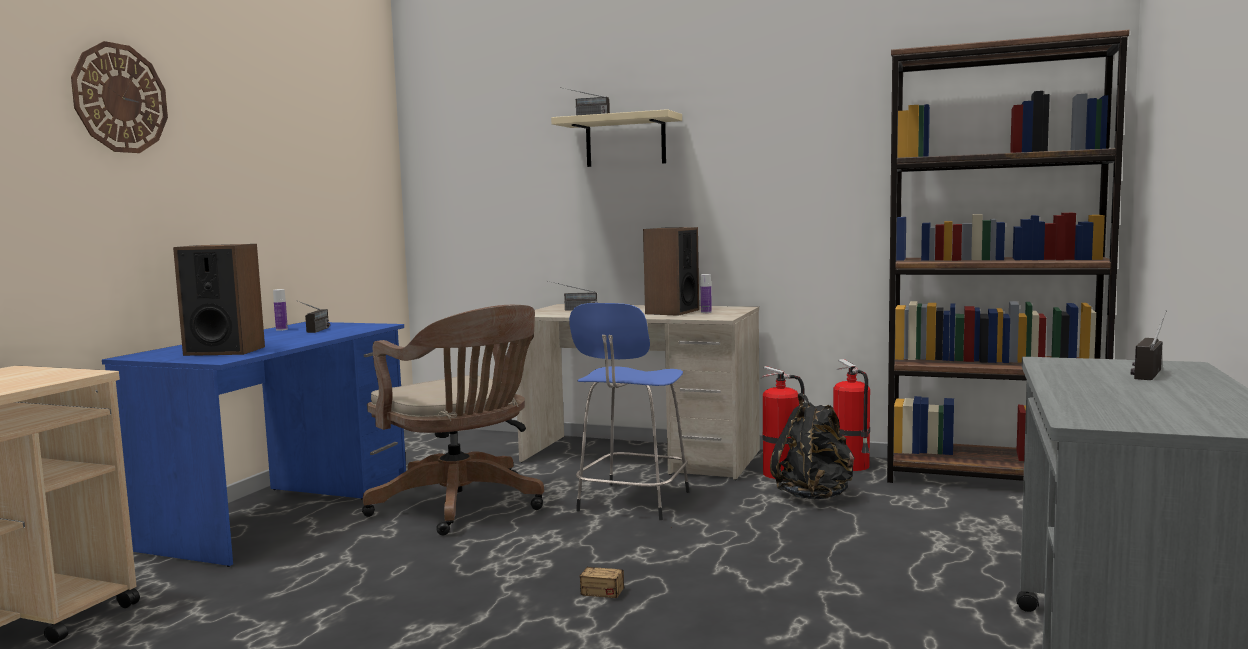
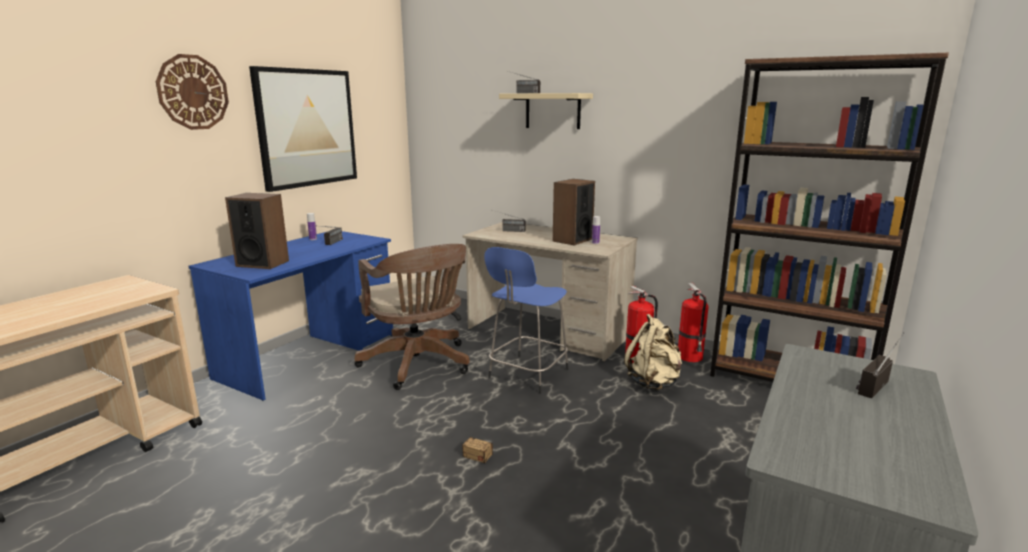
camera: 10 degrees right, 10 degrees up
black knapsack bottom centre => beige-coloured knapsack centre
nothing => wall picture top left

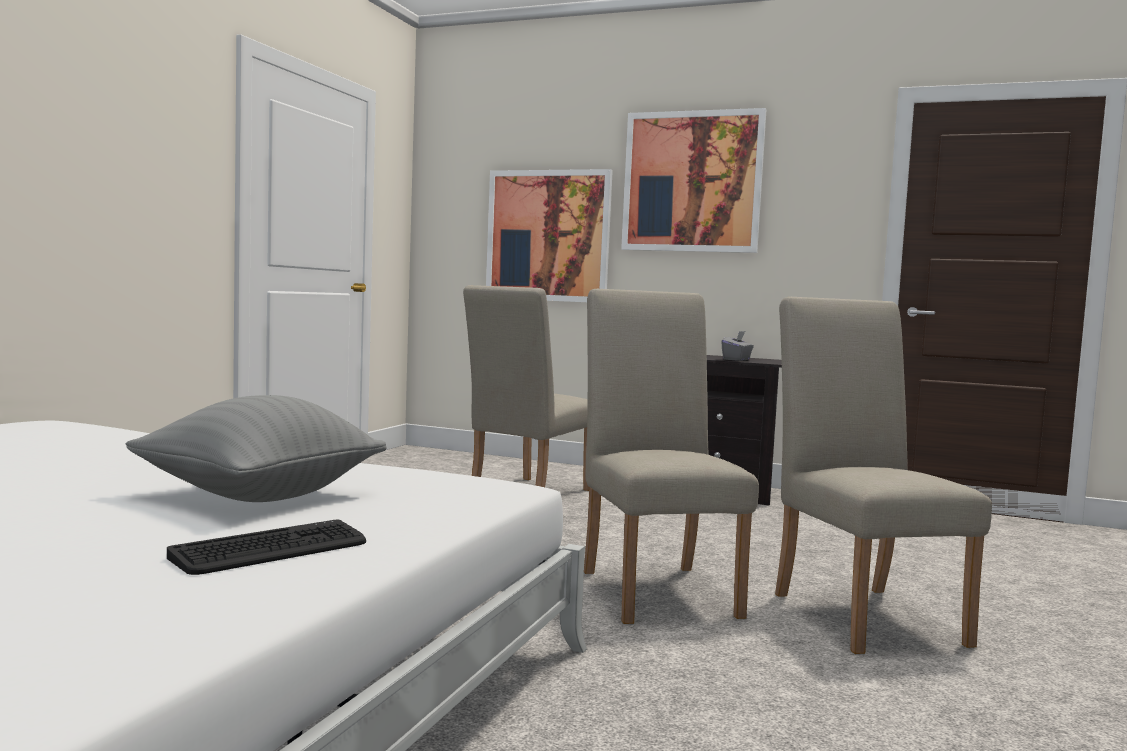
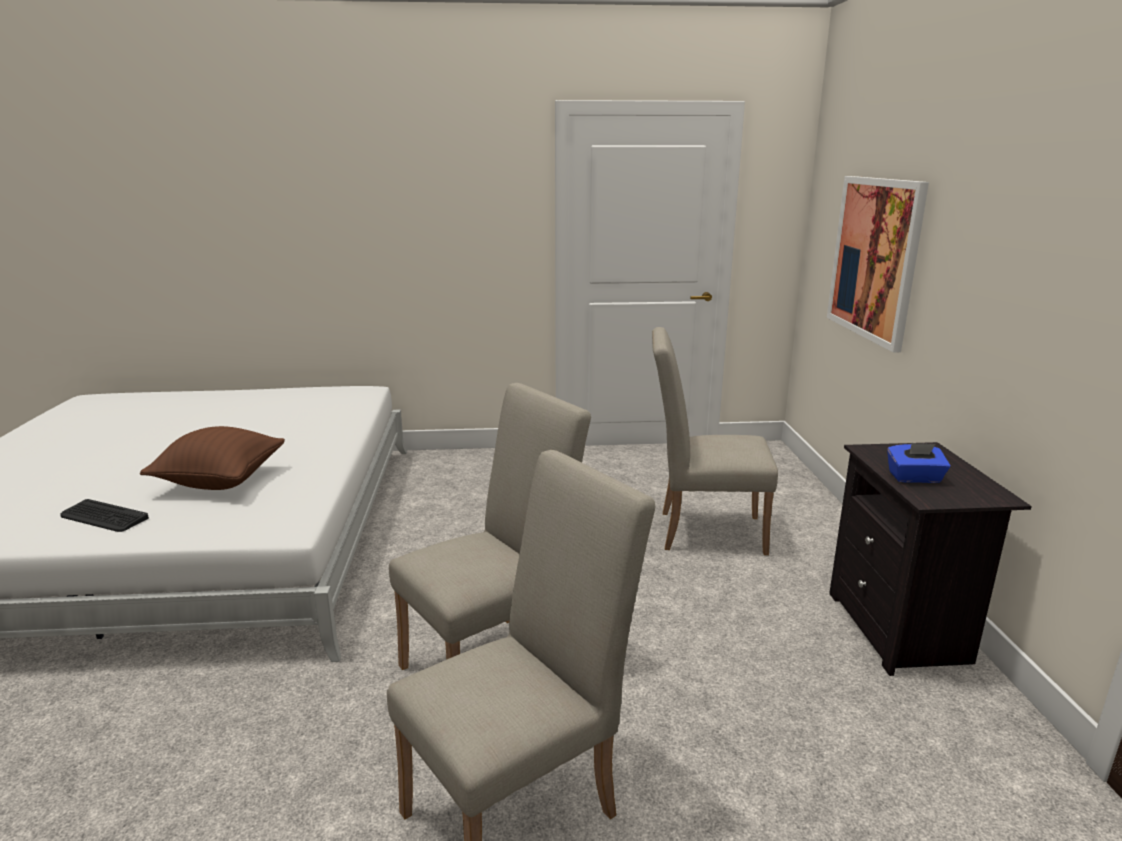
camera: 65 degrees right, 15 degrees up
gray cushion middle left => brownish cushion middle left
wall picture (no. 2 from left) top centre => nothing
gray tissue box centre => blue-coloured tissue box middle right

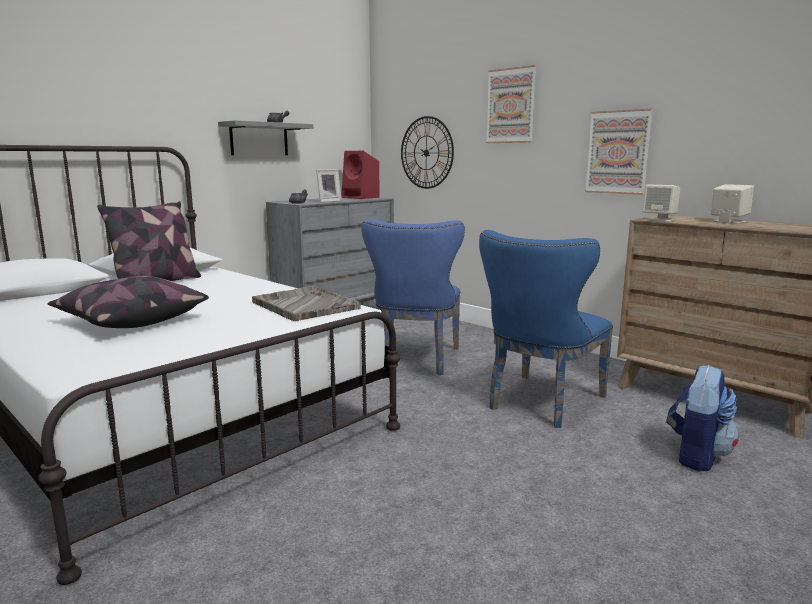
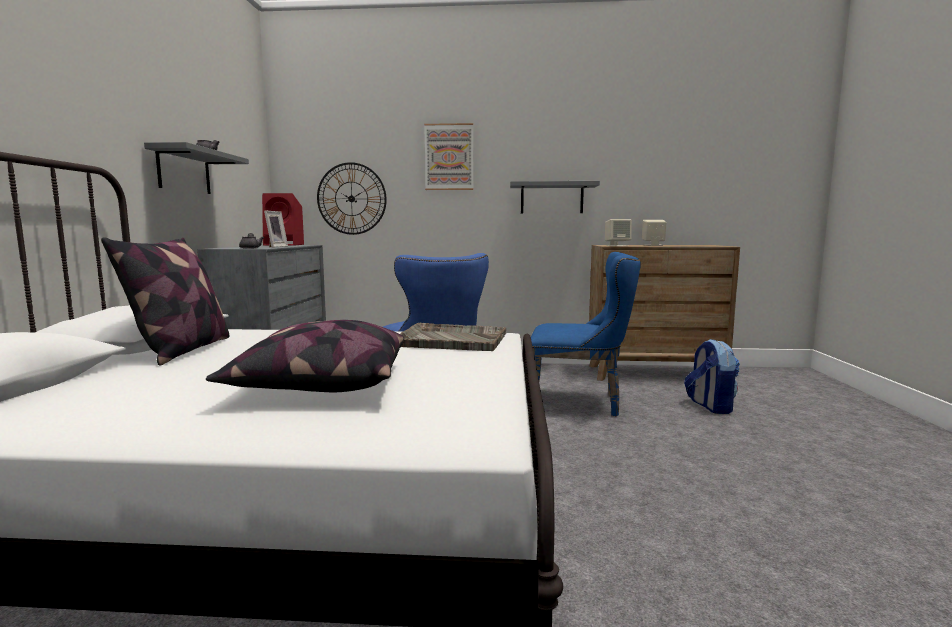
camera: 40 degrees left, 5 degrees down
blue-coloured chair (no. 2 from left) middle right => blue-coloured chair (no. 2 from left) centre, 75 degrees counterclockwise
wall picture (no. 2 from left) top right => gray wall shelf (no. 2 from left) top centre

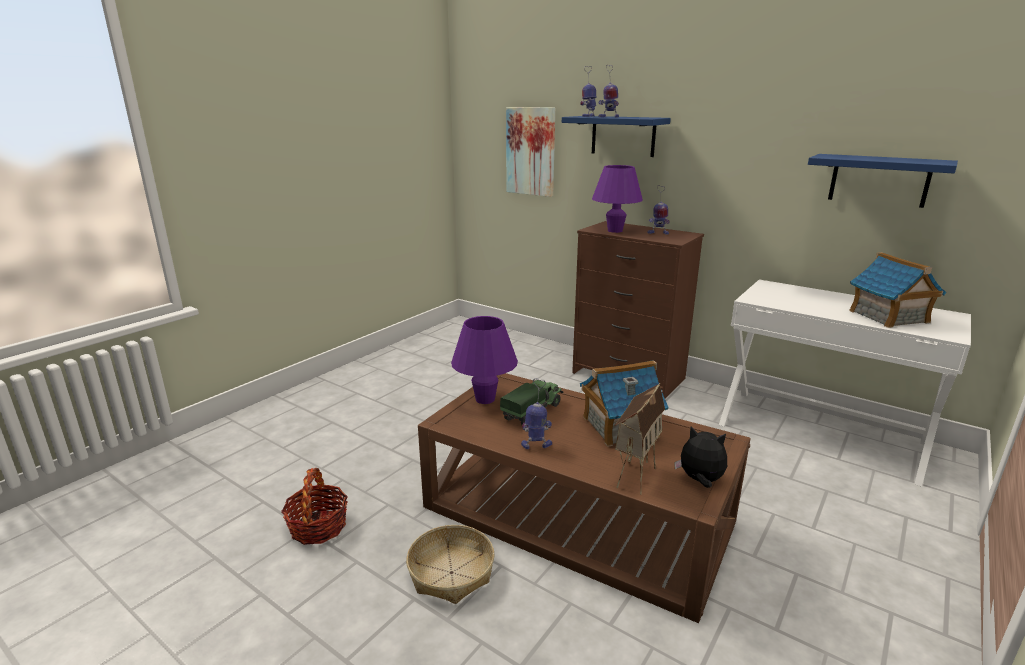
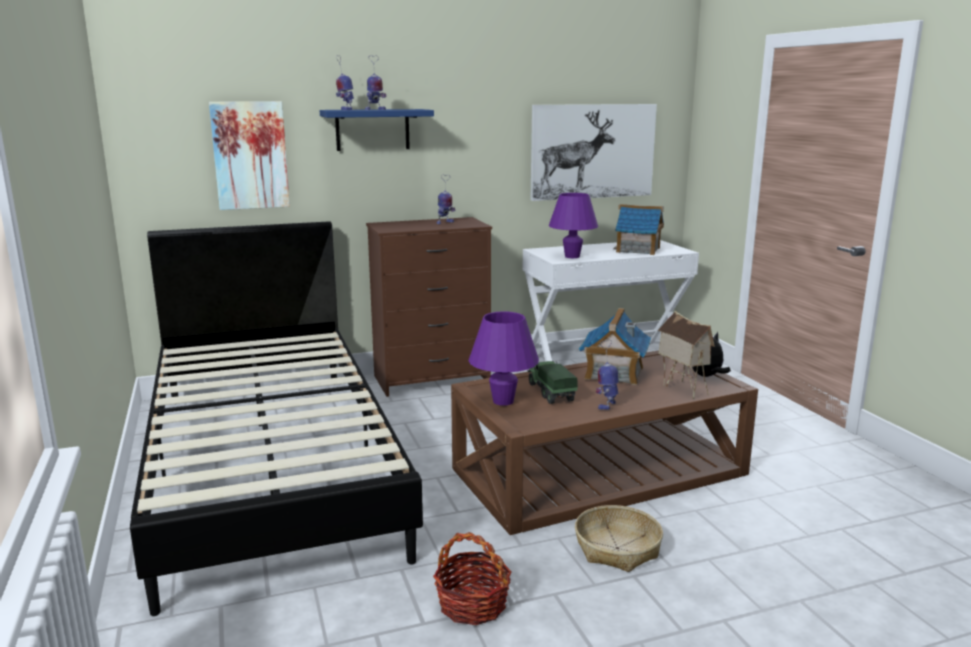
camera: 55 degrees left, 5 degrees down
purplish tabletop lamp (no. 2 from left) top centre => purplish tabletop lamp (no. 2 from left) centre, shifted
blue-coloured wall shelf (no. 2 from left) top right => wall picture (no. 2 from left) top centre
nothing => black bed middle left

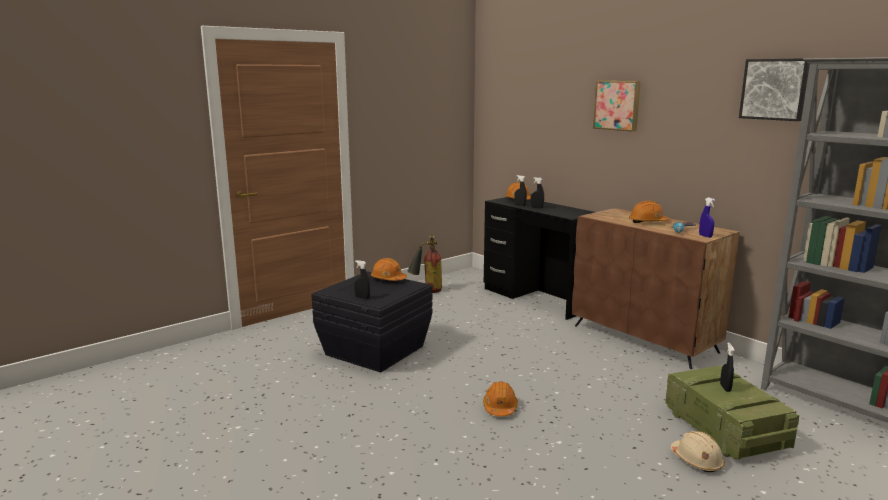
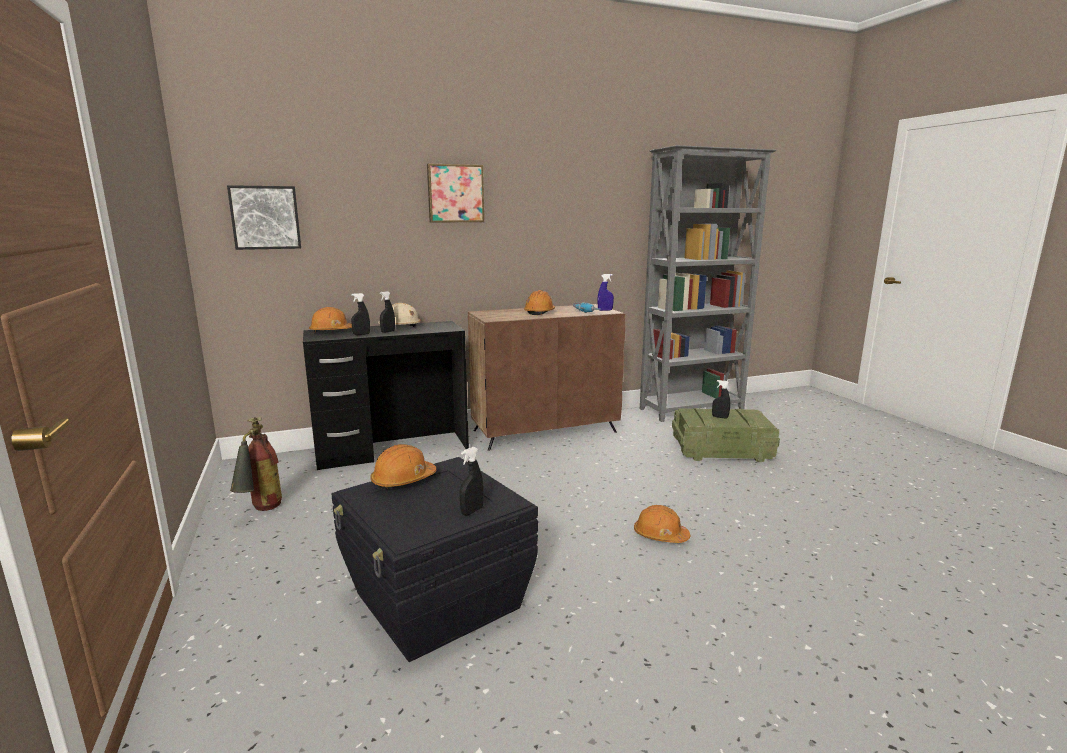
camera: 70 degrees left, 0 degrees up
beige-coloured hard hat bottom right => beige-coloured hard hat centre, shifted
wall picture (no. 2 from left in the first image) top right => wall picture (no. 1 from left) top left, shifted

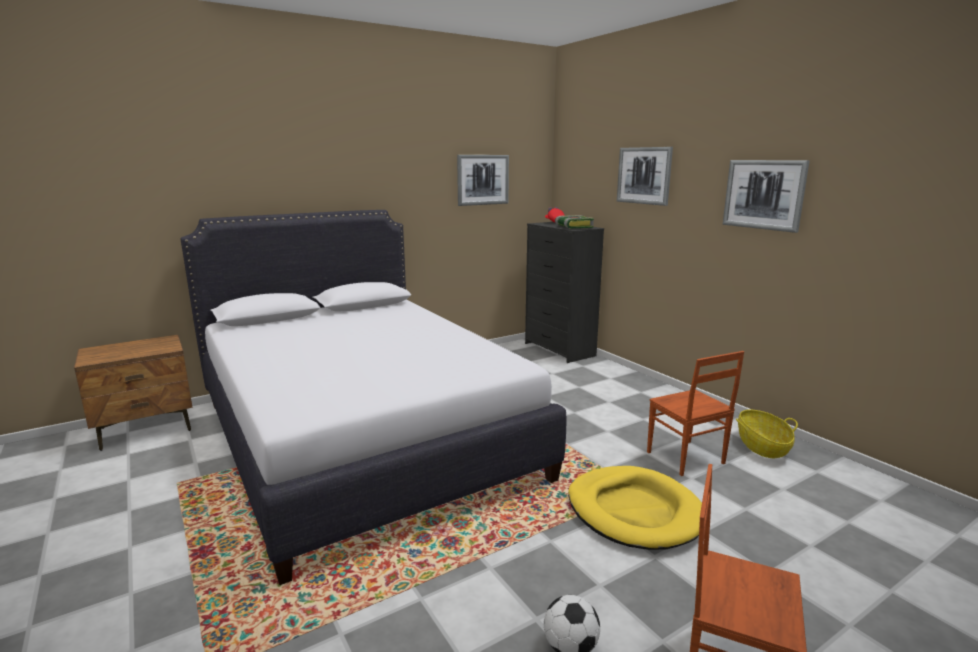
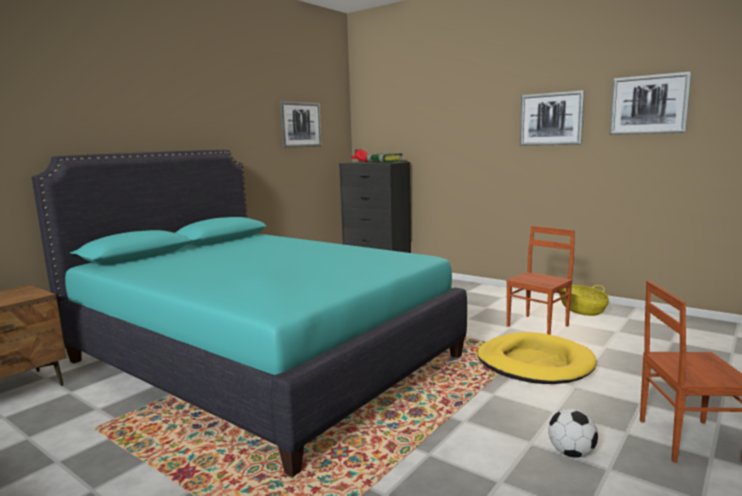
camera: 20 degrees left, 5 degrees down
white bed centre => turquoise bed centre
wall picture (no. 2 from left in the first image) top centre => wall picture (no. 3 from left) top right, shifted
brownish chair (no. 1 from left) middle right, 90 degrees counterclockwise

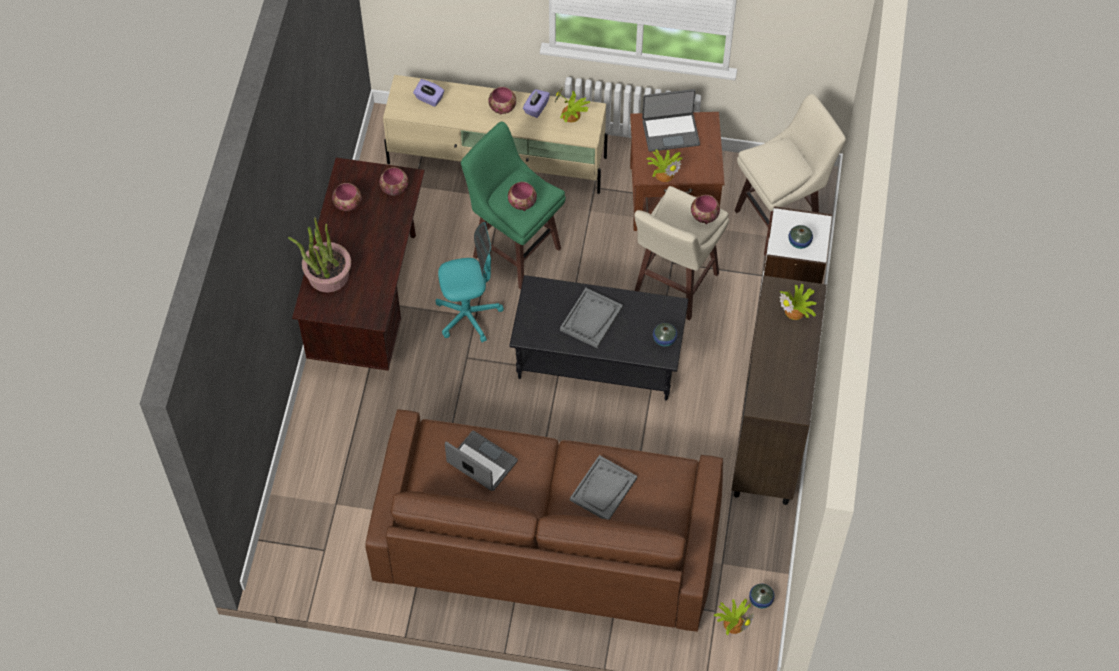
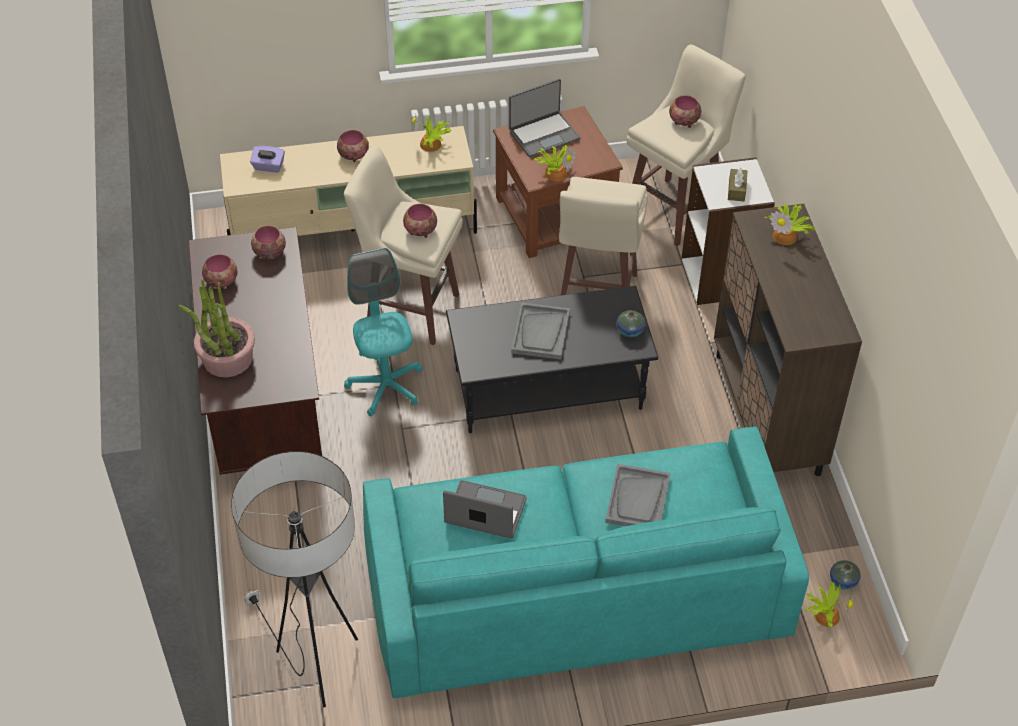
camera: 20 degrees left, 10 degrees down
brownish settee bottom centre => turquoise settee bottom centre
turquoise office chair centre, 75 degrees counterclockwise
green stool seat top centre => beige-coloured stool seat (no. 1 from left) centre
purplish tissue box (no. 2 from left) top centre => nothing
serving bowl (no. 5 from left) top centre => serving bowl (no. 5 from left) top right, shifted
decorative vase (no. 3 from left) middle right => brownish tissue box top right
nothing => standard lamp bottom left

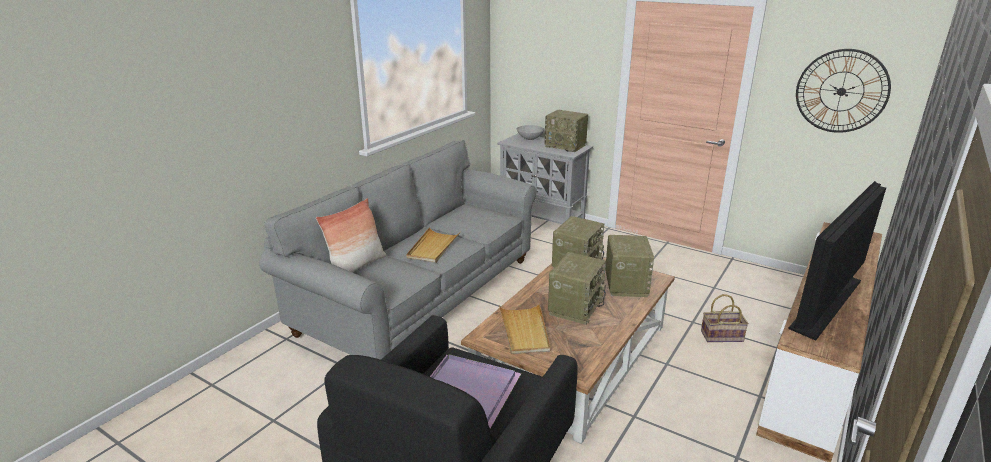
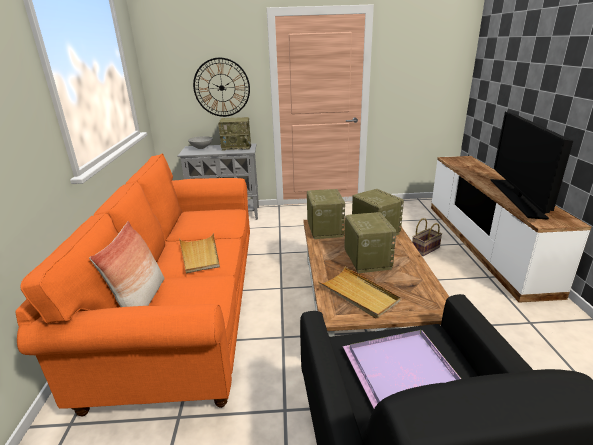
camera: 35 degrees left, 0 degrees up
gray settee centre => orange settee middle left
hanging clock top right => hanging clock top centre, shifted

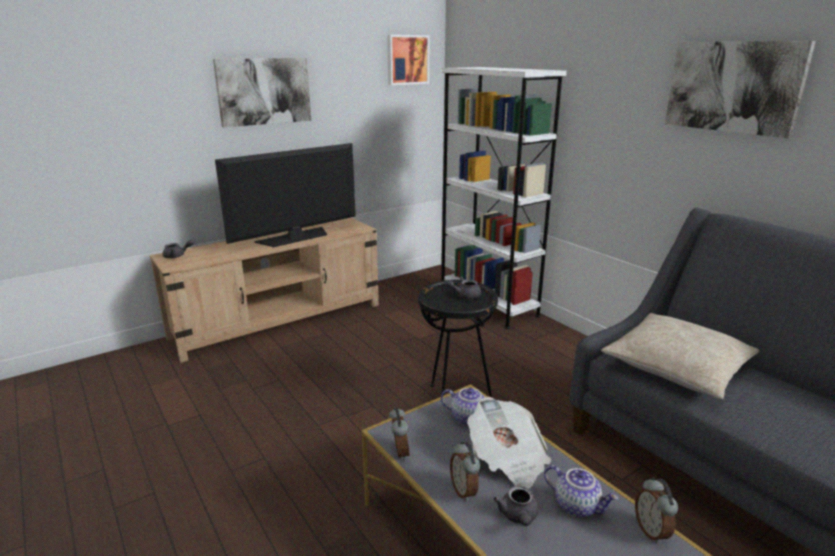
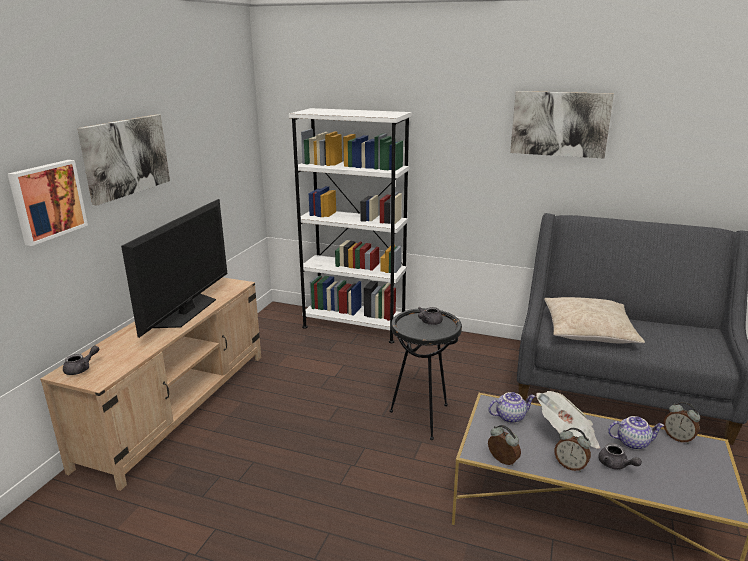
camera: 35 degrees left, 0 degrees up
wall picture (no. 2 from left in the first image) top centre => wall picture (no. 1 from left) middle left, shifted

